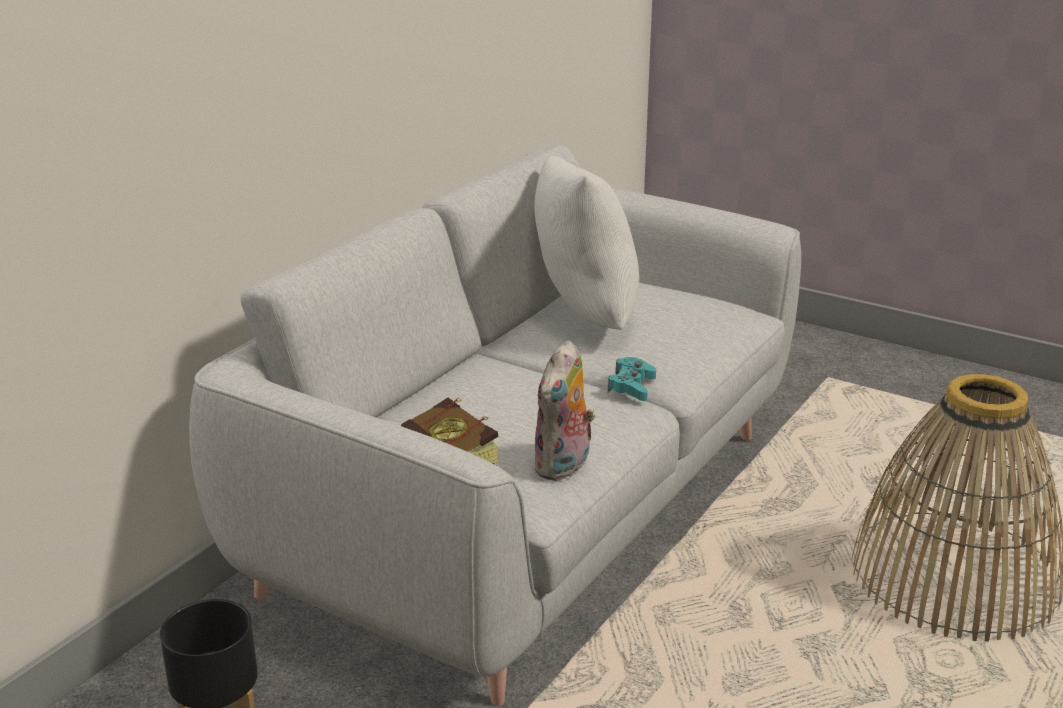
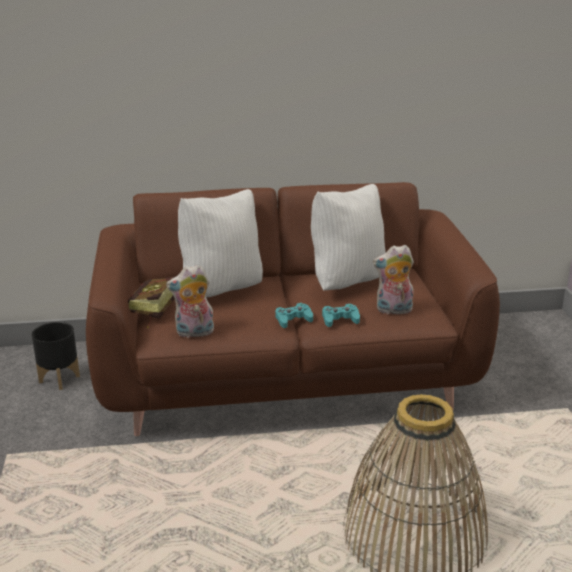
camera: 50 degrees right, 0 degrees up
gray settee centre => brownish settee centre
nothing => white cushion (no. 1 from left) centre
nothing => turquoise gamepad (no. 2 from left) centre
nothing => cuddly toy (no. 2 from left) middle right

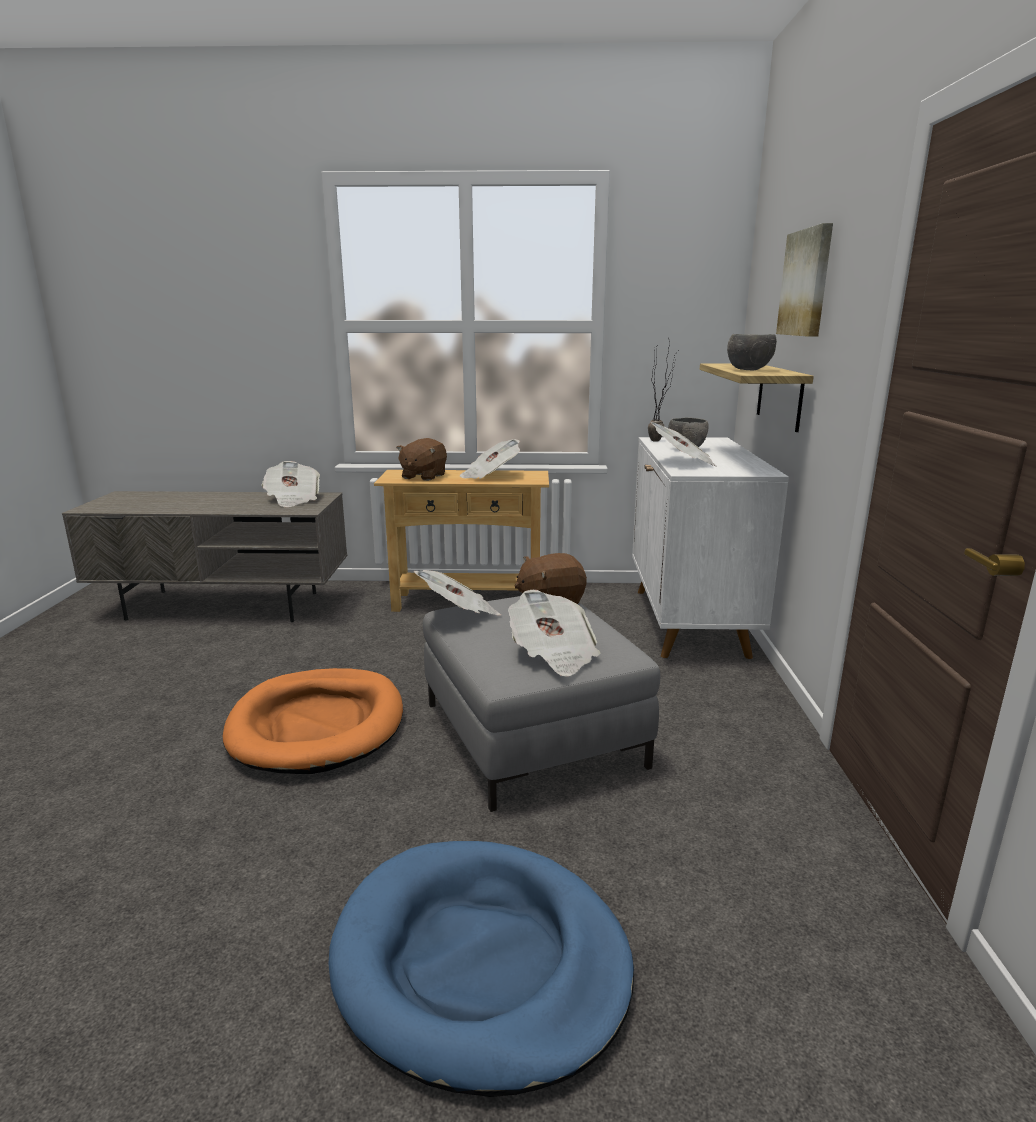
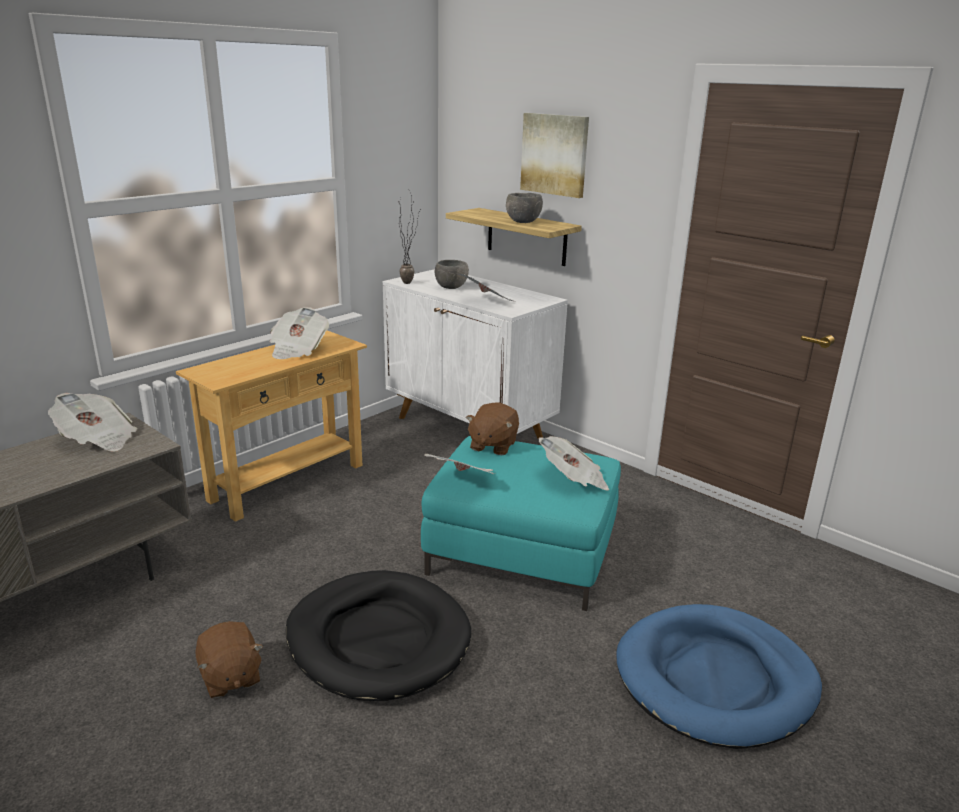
camera: 50 degrees left, 5 degrees up
orange pet bed middle left => black pet bed bottom centre
brownish cuddly toy (no. 1 from left) centre => brownish cuddly toy (no. 1 from left) bottom left, shifted
gray footrest centre => turquoise footrest centre

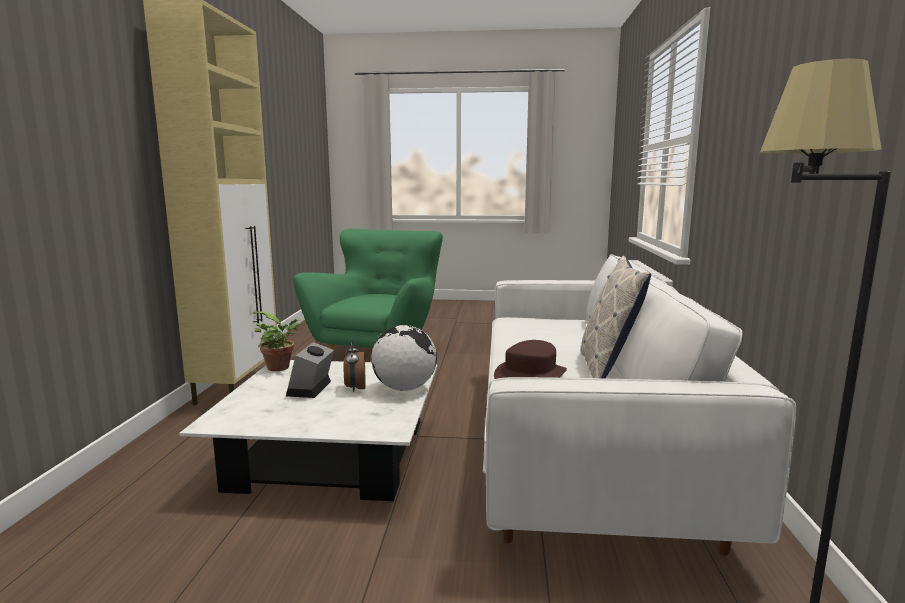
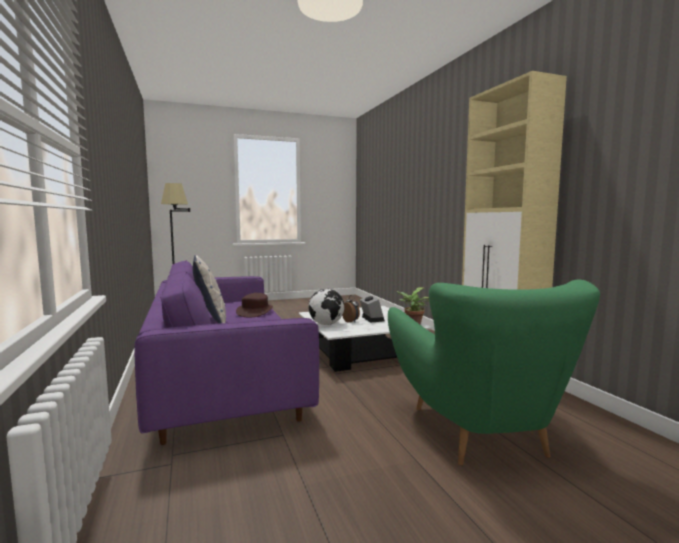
camera: 155 degrees right, 5 degrees down
white settee bottom right => purplish settee middle left

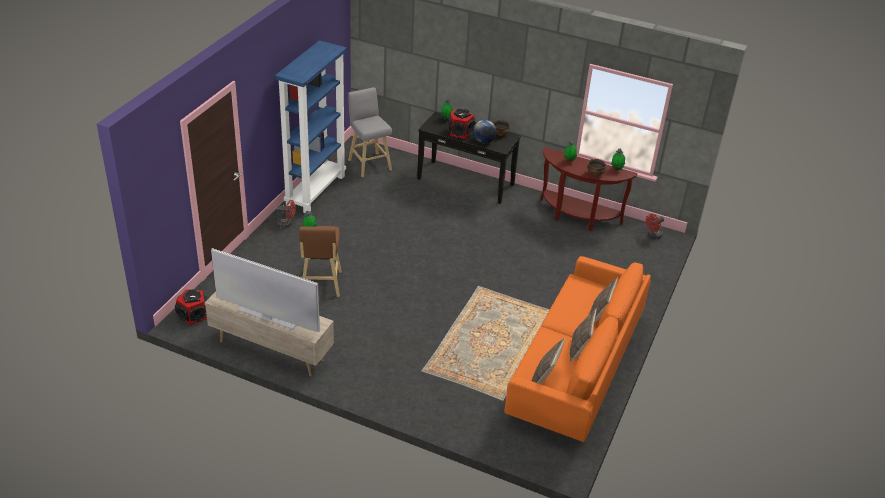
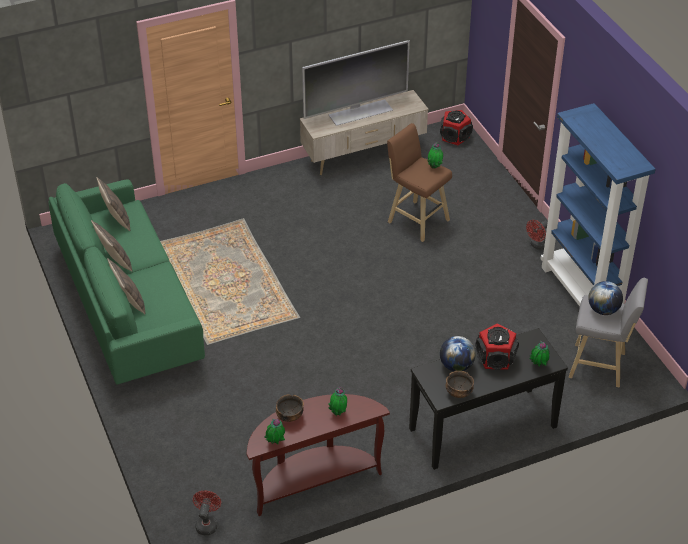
camera: 135 degrees right, 5 degrees up
orange settee bottom centre => green settee middle left
nothing => globe (no. 2 from left) middle right

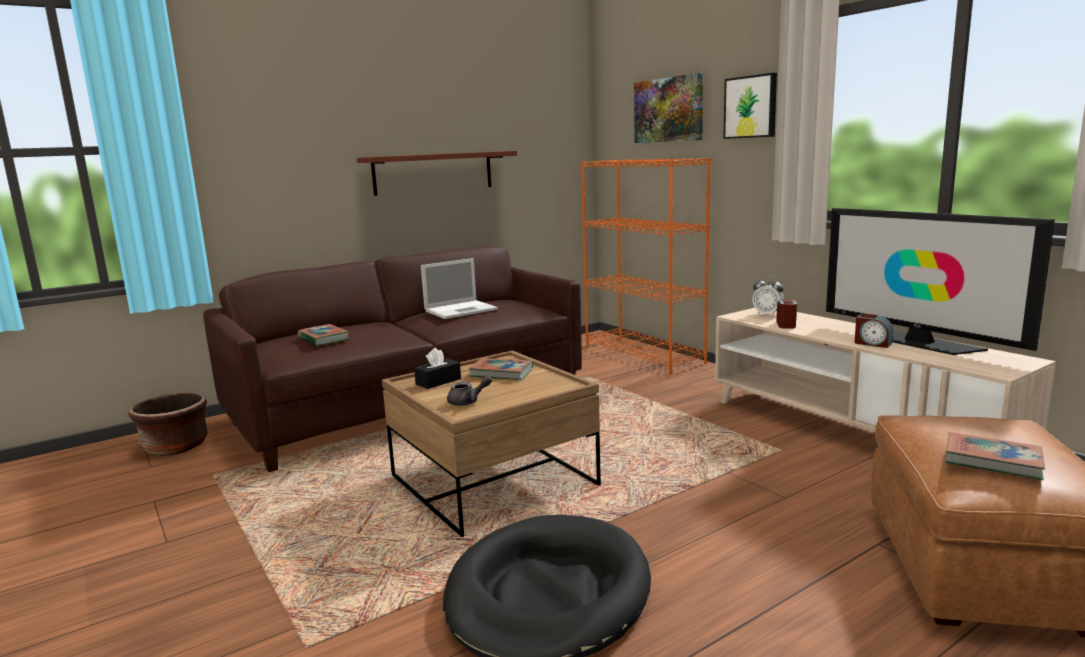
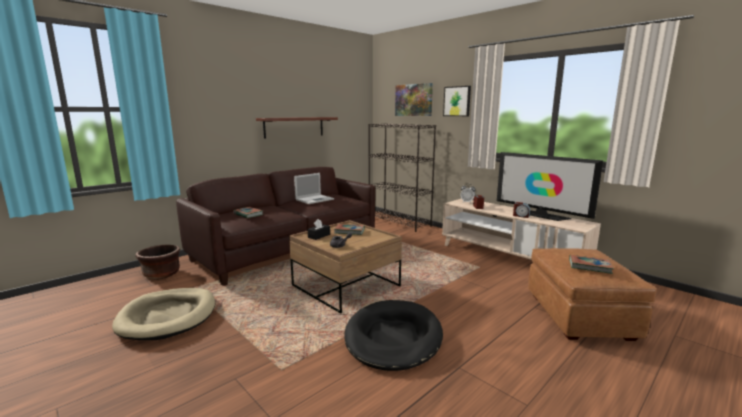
camera: 10 degrees left, 0 degrees up
orange bookshelf centre => black bookshelf centre
nothing => beige-coloured pet bed bottom left

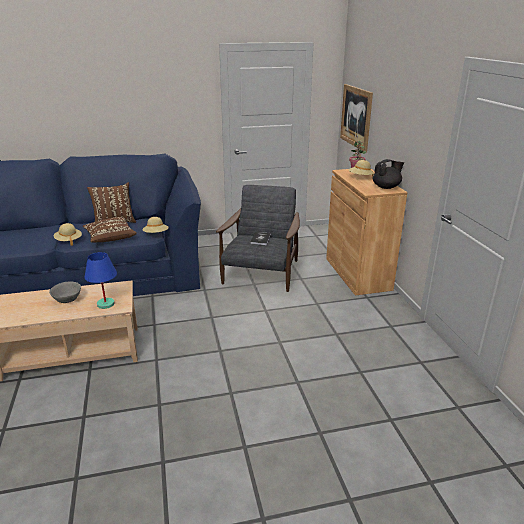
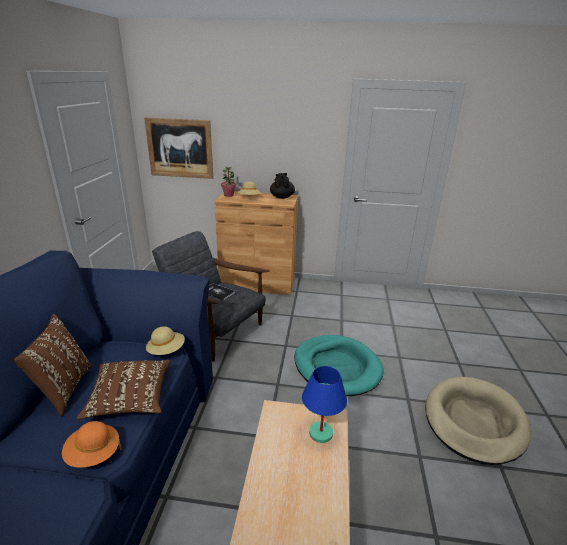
camera: 70 degrees left, 0 degrees up
gray serving bowl middle left => nothing
beige-coloured hat (no. 1 from left) middle left => orange hat bottom left
nothing => turquoise pet bed bottom centre
nothing => beige-coloured pet bed bottom right

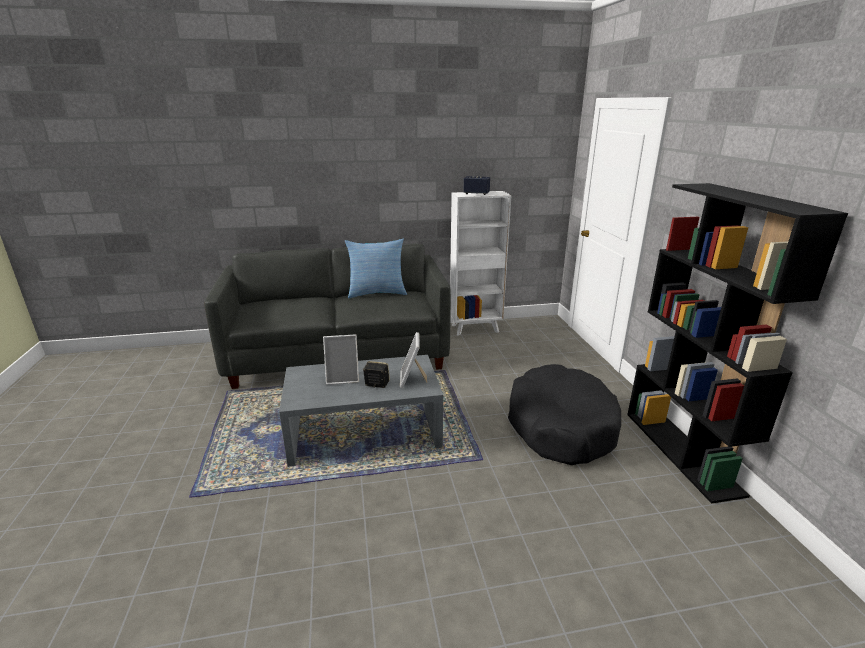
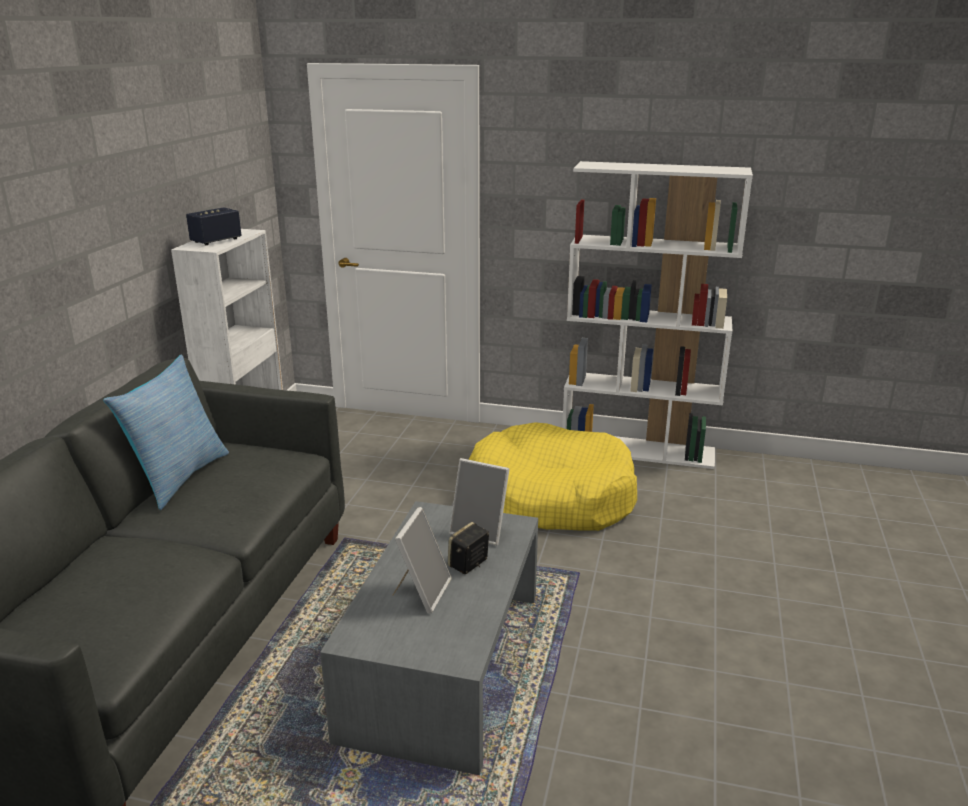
camera: 65 degrees left, 0 degrees up
black pet bed centre => yellow pet bed centre
black bookshelf middle right => white bookshelf (no. 2 from left) middle right

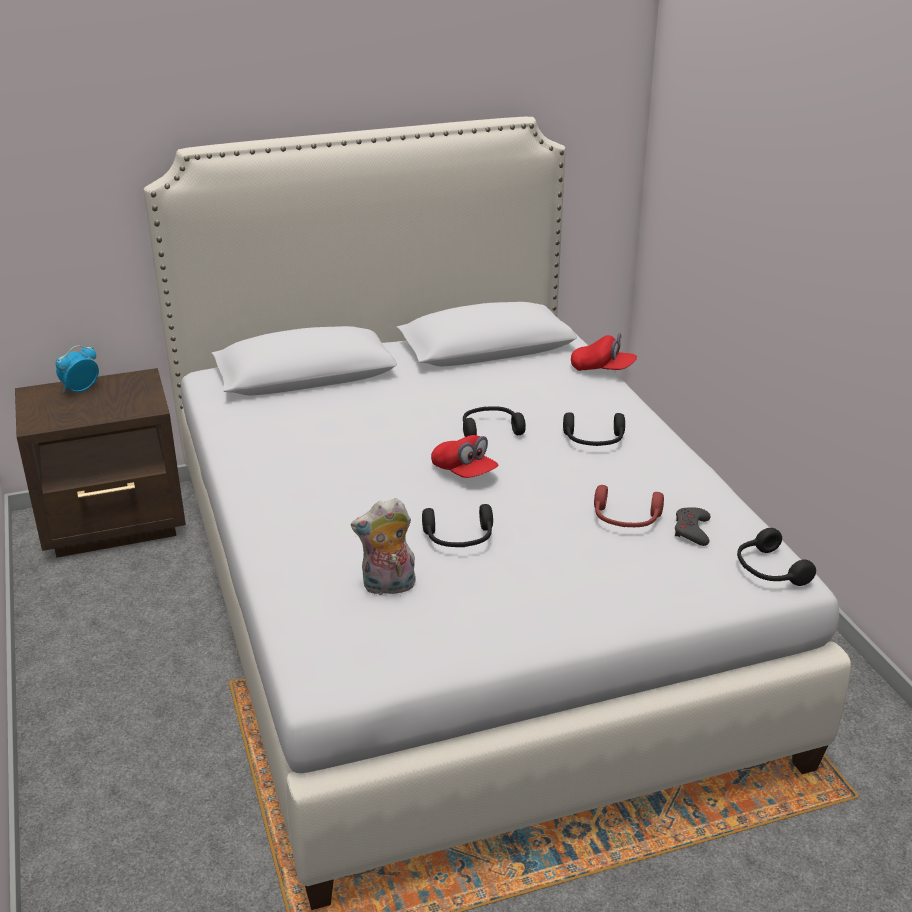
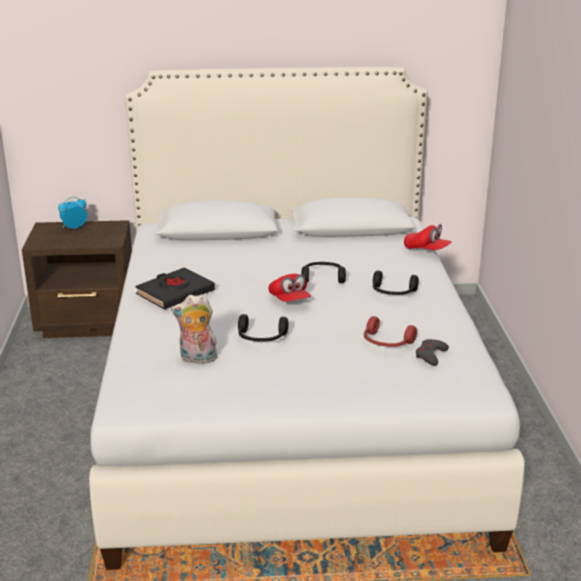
camera: 15 degrees right, 5 degrees down
black pair of headphones (no. 4 from left) middle right => nothing
nothing => black volume middle left

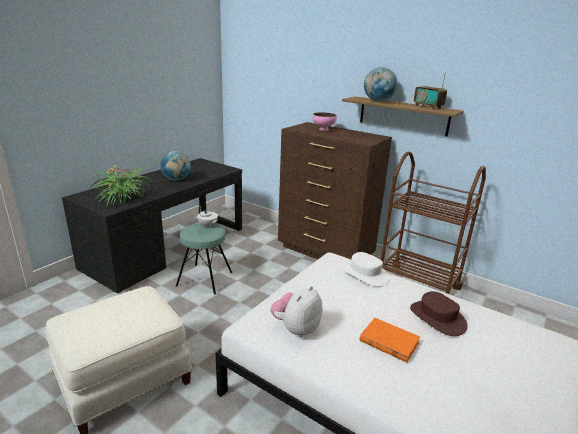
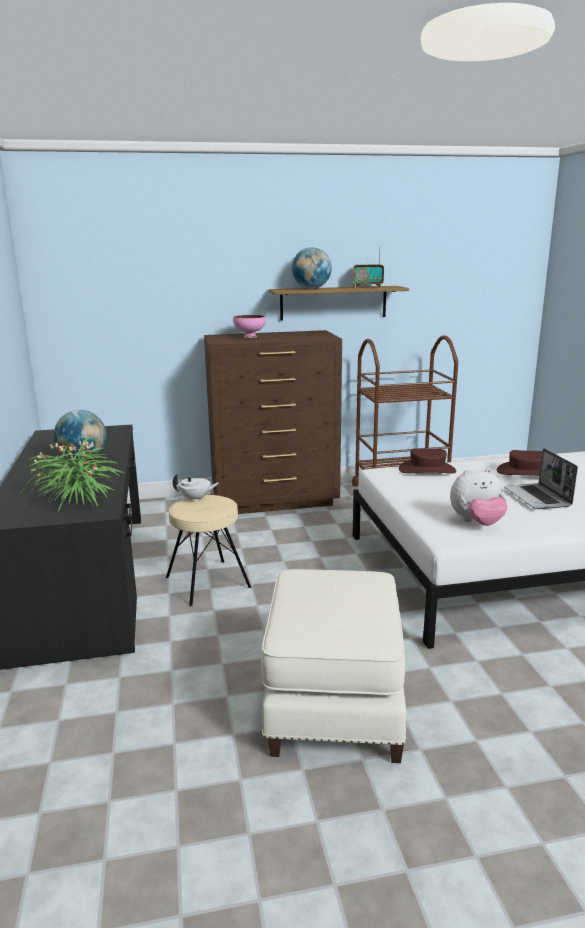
camera: 45 degrees left, 5 degrees down
turquoise stool seat centre => beige-coloured stool seat centre
cuddly toy bottom centre => cuddly toy middle right, 90 degrees counterclockwise
white hat centre => brownish hat (no. 1 from left) middle right
orange volume bottom right => laptop middle right

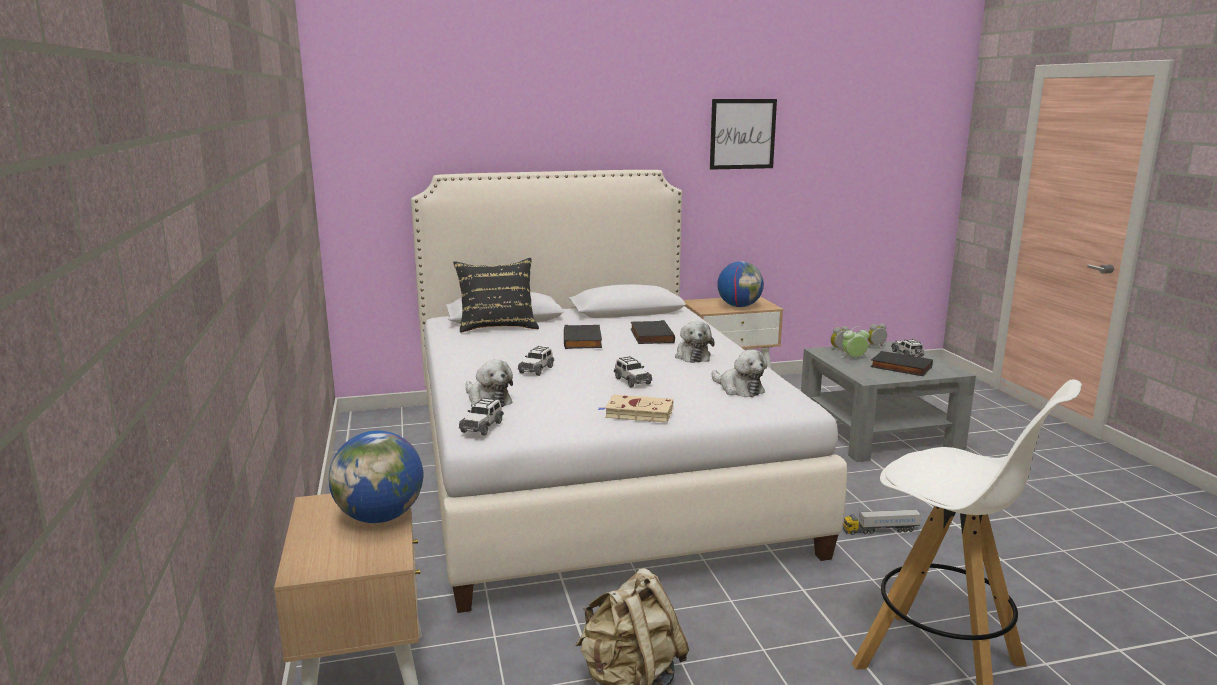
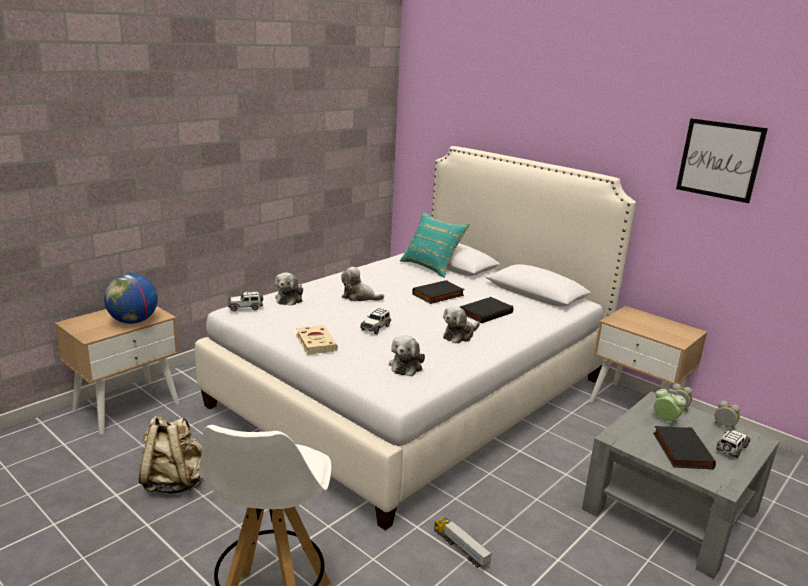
camera: 55 degrees right, 5 degrees up
black cushion centre => turquoise cushion centre
model car (no. 2 from left) centre => cuddly toy (no. 2 from left) centre
globe (no. 2 from left) centre => nothing

